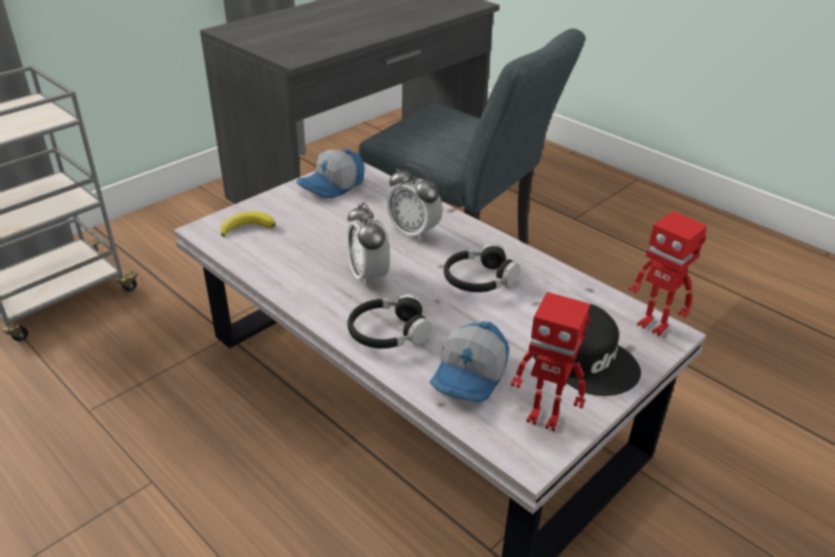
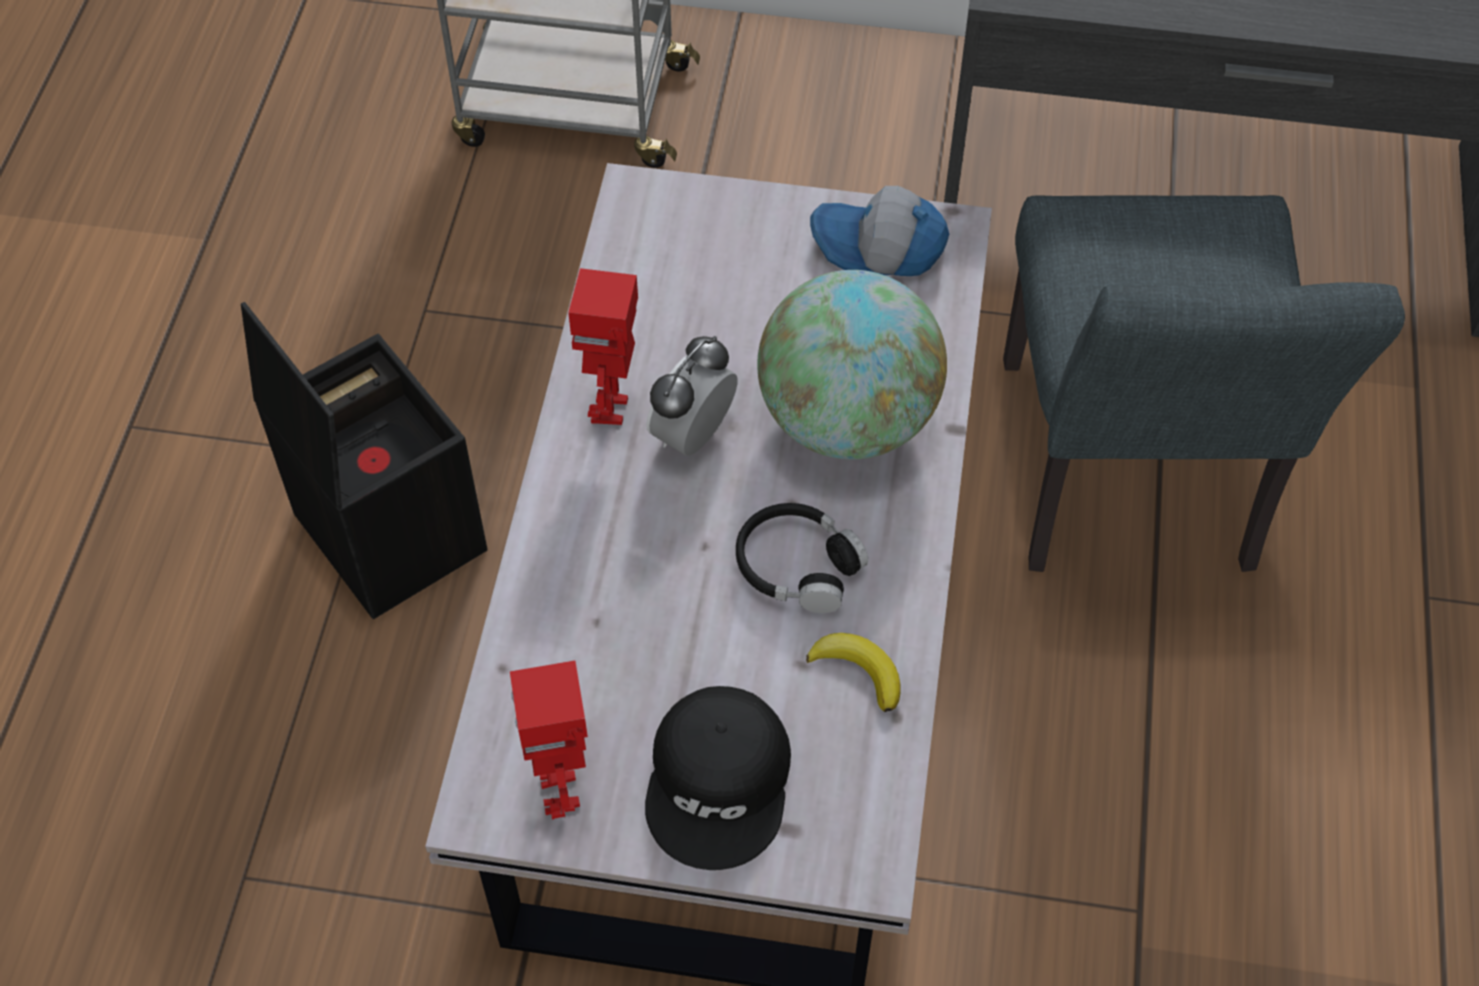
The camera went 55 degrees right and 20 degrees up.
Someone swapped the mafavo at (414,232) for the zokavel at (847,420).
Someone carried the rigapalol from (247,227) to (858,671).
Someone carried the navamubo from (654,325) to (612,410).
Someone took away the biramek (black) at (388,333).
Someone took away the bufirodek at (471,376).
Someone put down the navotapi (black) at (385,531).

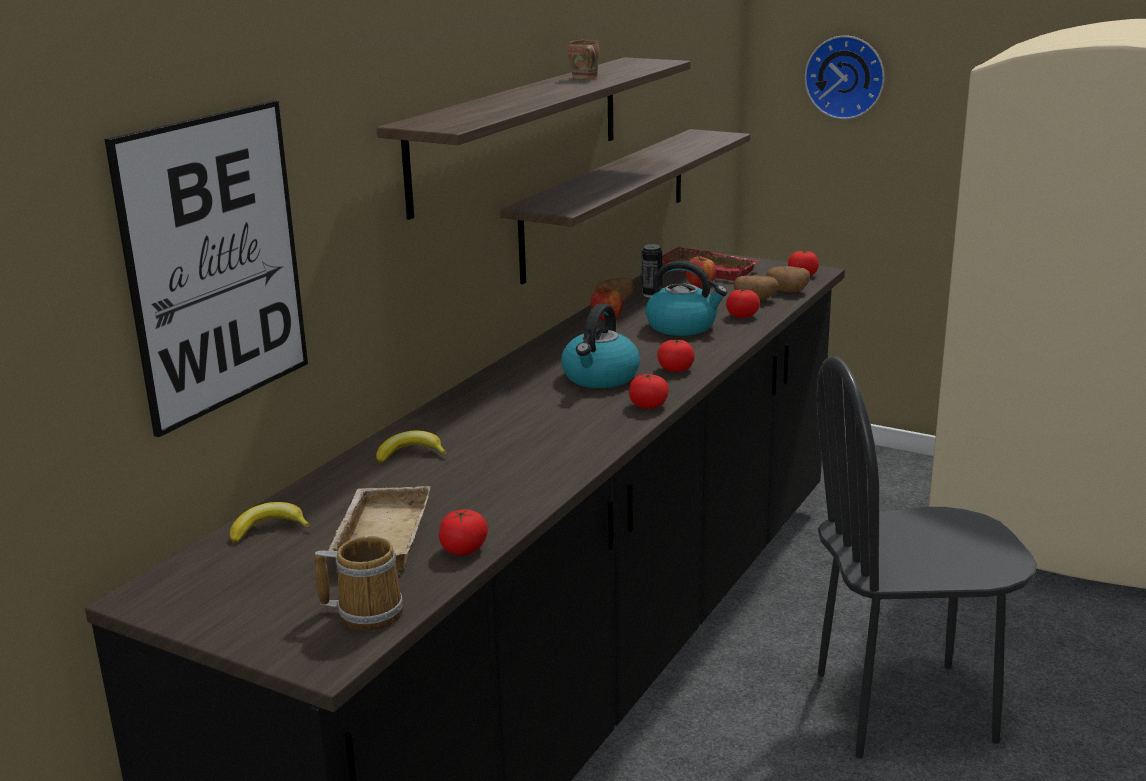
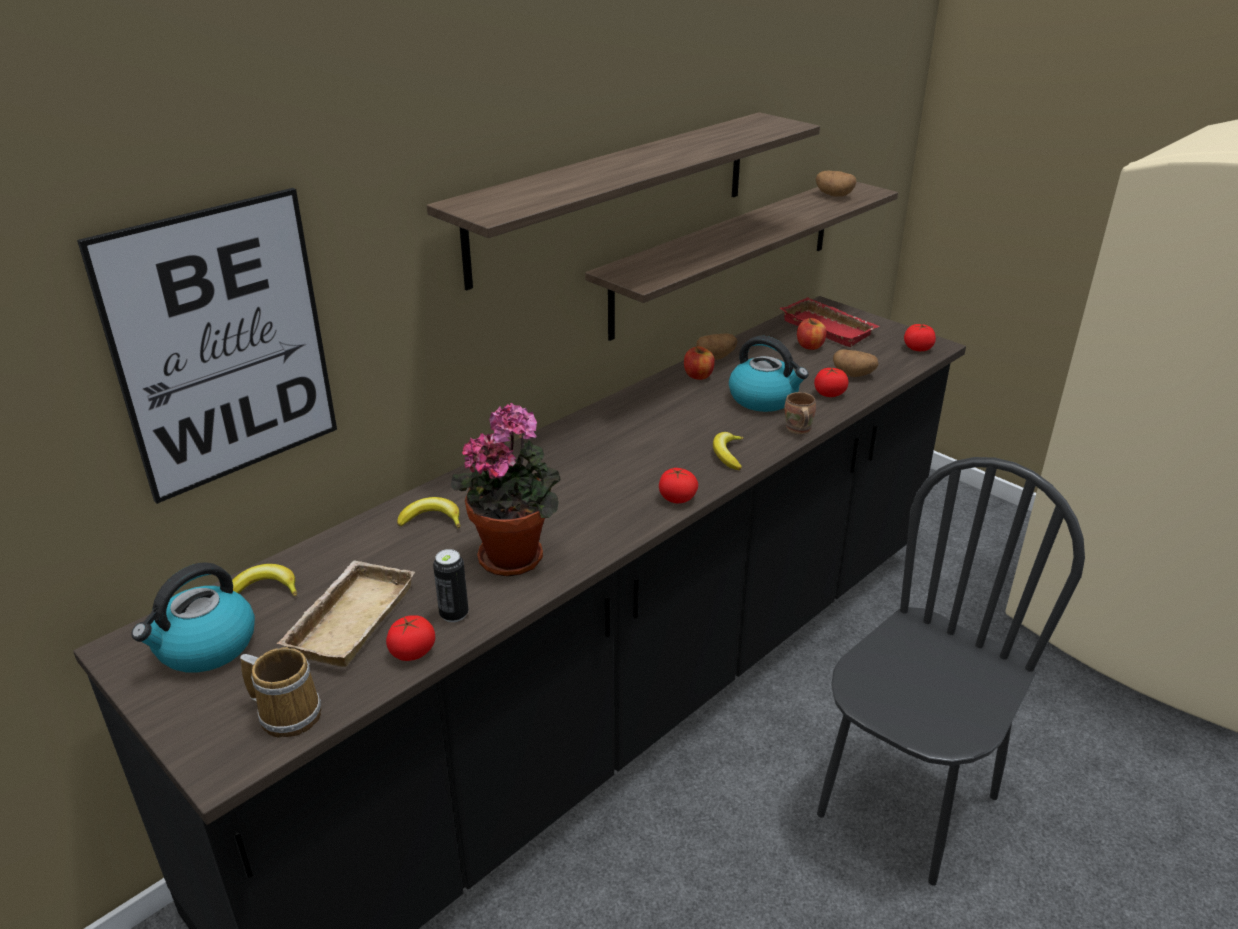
The camera went 15 degrees right and 10 degrees up.
Someone took away the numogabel at (846,76).
Someone carried the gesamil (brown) from (584,78) to (797,430).
Someone carried the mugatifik from (651,295) to (454,614).
Someone carried the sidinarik from (787,291) to (833,195).
Someone carried the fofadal from (600,377) to (205,647).
Someone swapped the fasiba at (675,369) for the rigapalol at (728,455).
Someone rotated the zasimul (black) at (904,708) by 120 degrees clockwise.
Someone put down the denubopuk at (515,555).

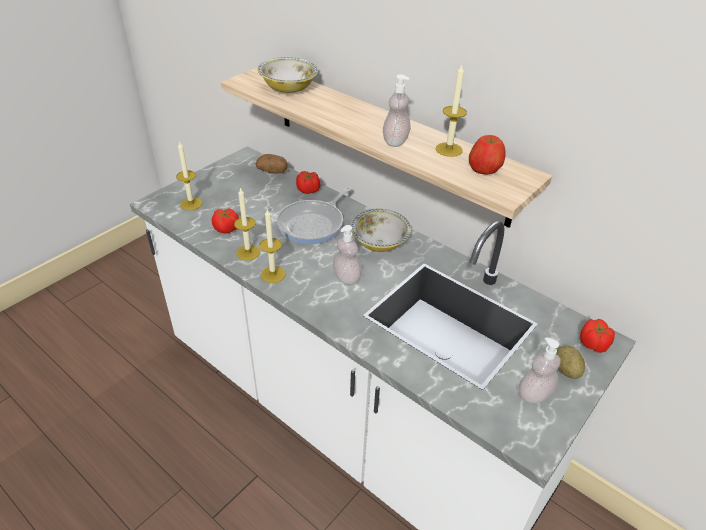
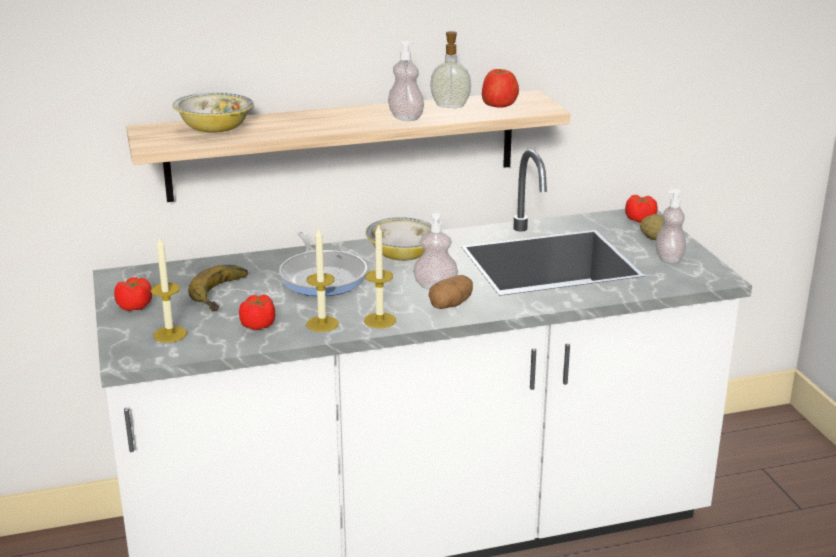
The camera went 55 degrees left and 15 degrees down.
Someone swapped the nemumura at (449,149) for the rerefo at (450,106).
Someone carried the sidinarik from (272,171) to (450,305).
Someone carried the fasiba from (308,190) to (135,306).
Someone put down the rigapalol at (226,293).

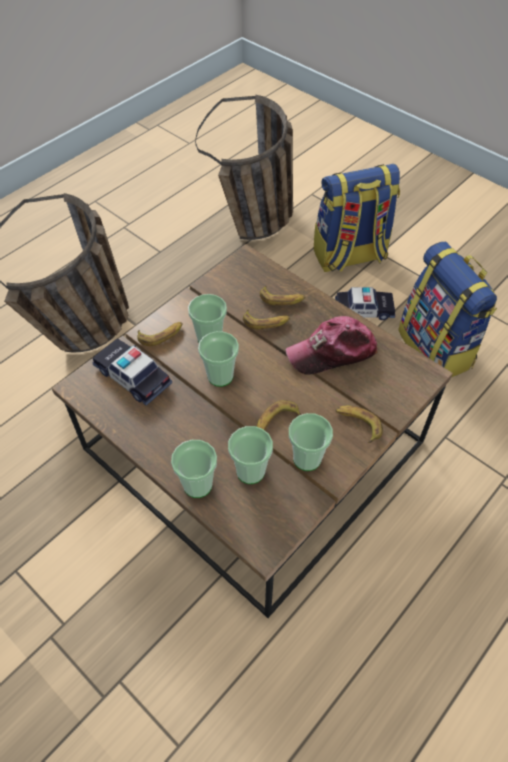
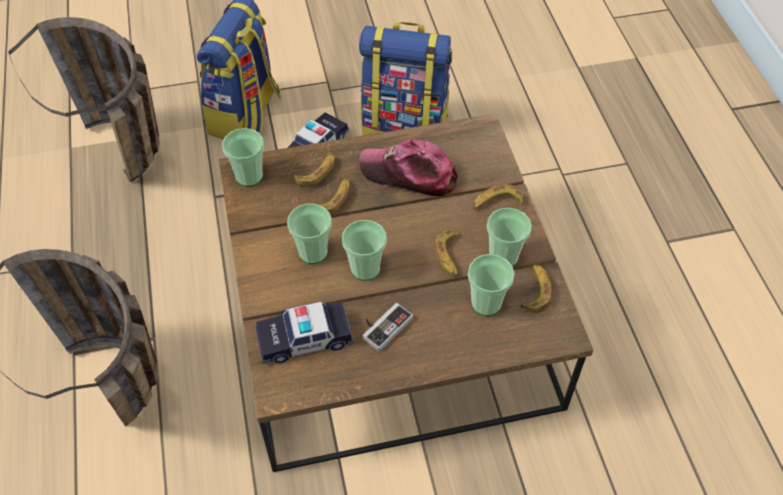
The camera went 55 degrees left and 0 degrees up.
Someone rotated the bufirodek at (332,352) by 90 degrees clockwise.
Someone carried the rigapalol from (161,335) to (535,291).
Someone carried the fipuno from (197,485) to (249,176).
Someone put down the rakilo at (383,326).

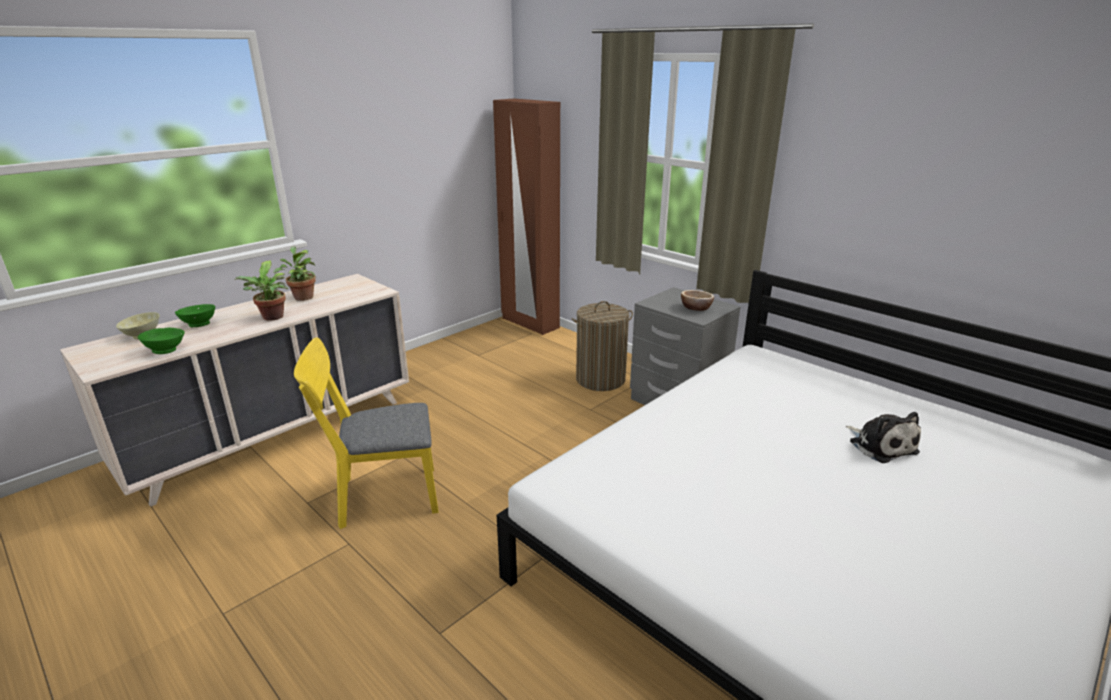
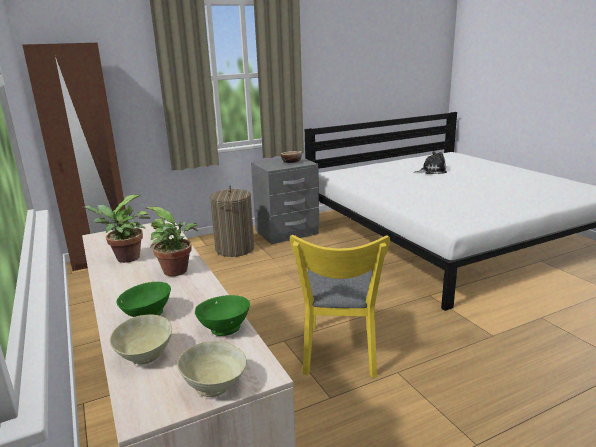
The camera went 70 degrees left and 5 degrees down.
Someone put down the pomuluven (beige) at (215,387).

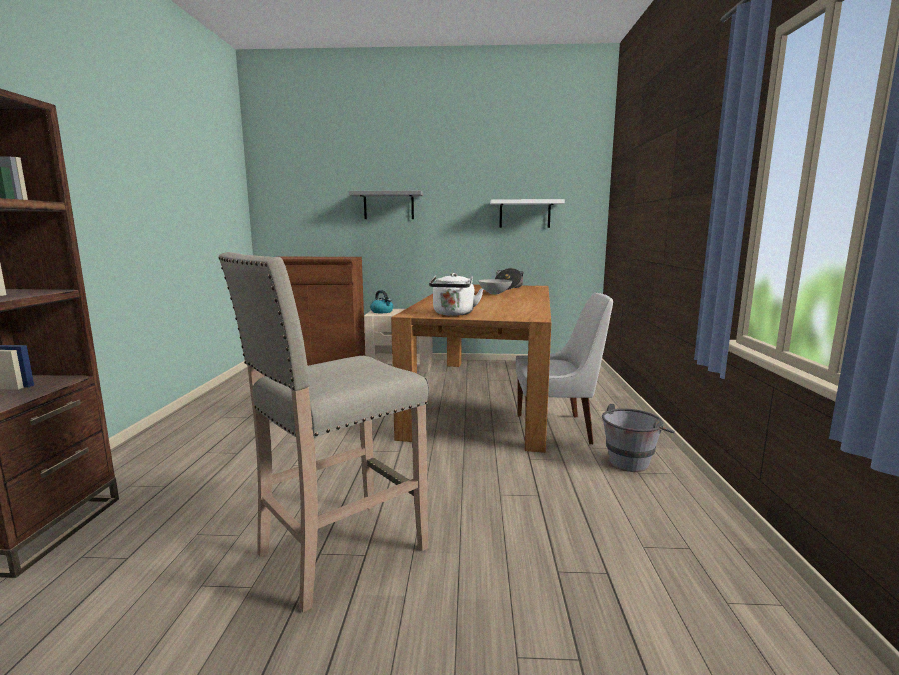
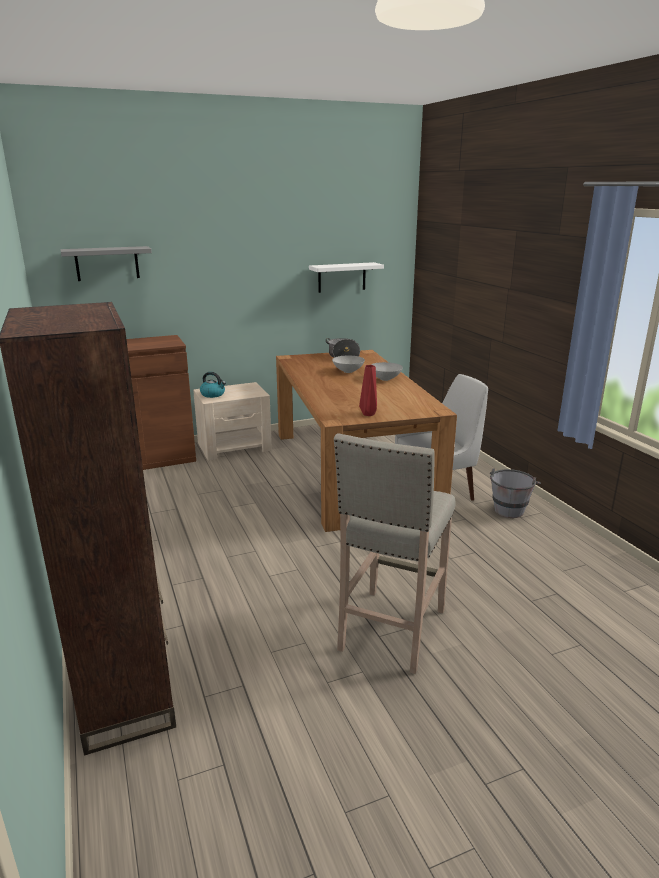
The camera went 25 degrees left and 10 degrees up.
Someone carried the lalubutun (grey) from (388,205) to (107,263).
Someone swapped the fofadal (white) at (453,314) for the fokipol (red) at (368,414).
Someone put down the pomuluven (grey) at (384,379).

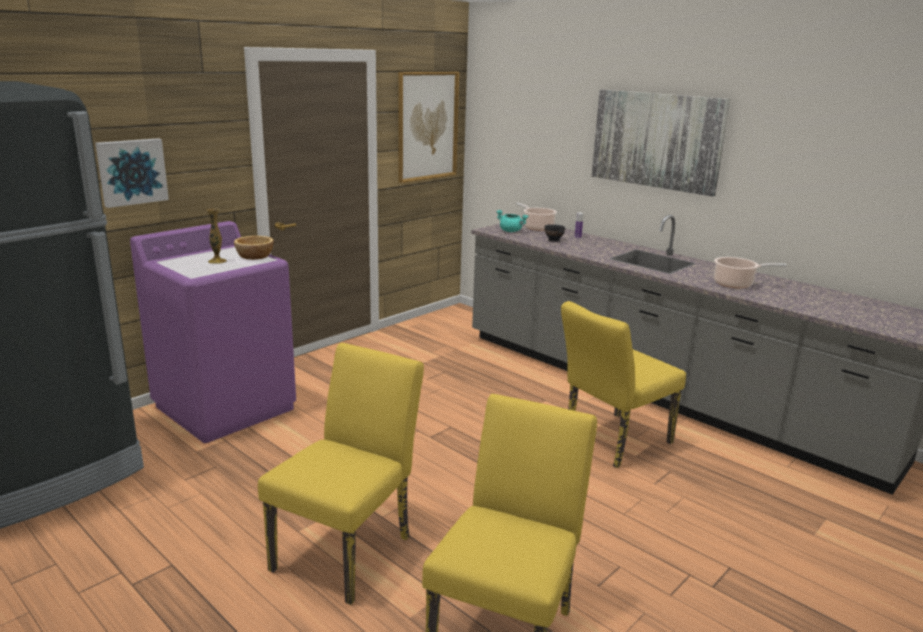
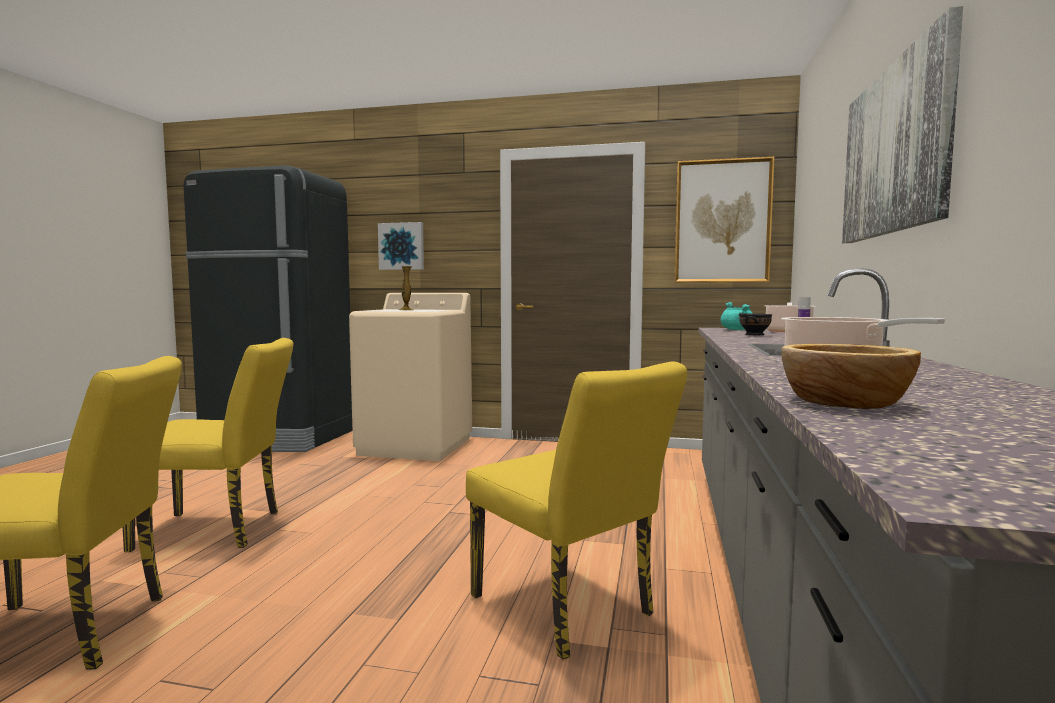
The camera went 60 degrees right and 15 degrees down.
Someone repainted the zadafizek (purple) at (226,407), which became the zadafizek (beige) at (416,446).
Someone carried the pomuluven from (255,256) to (846,402).
Someone rotated the zasimul (yellow) at (611,442) by 150 degrees counterclockwise.

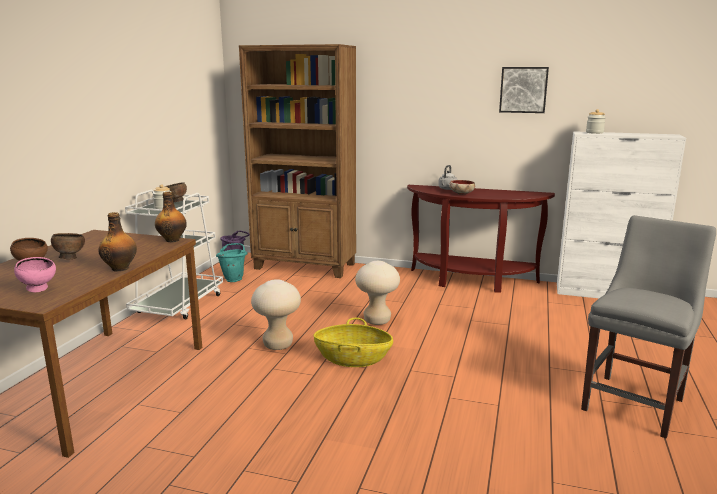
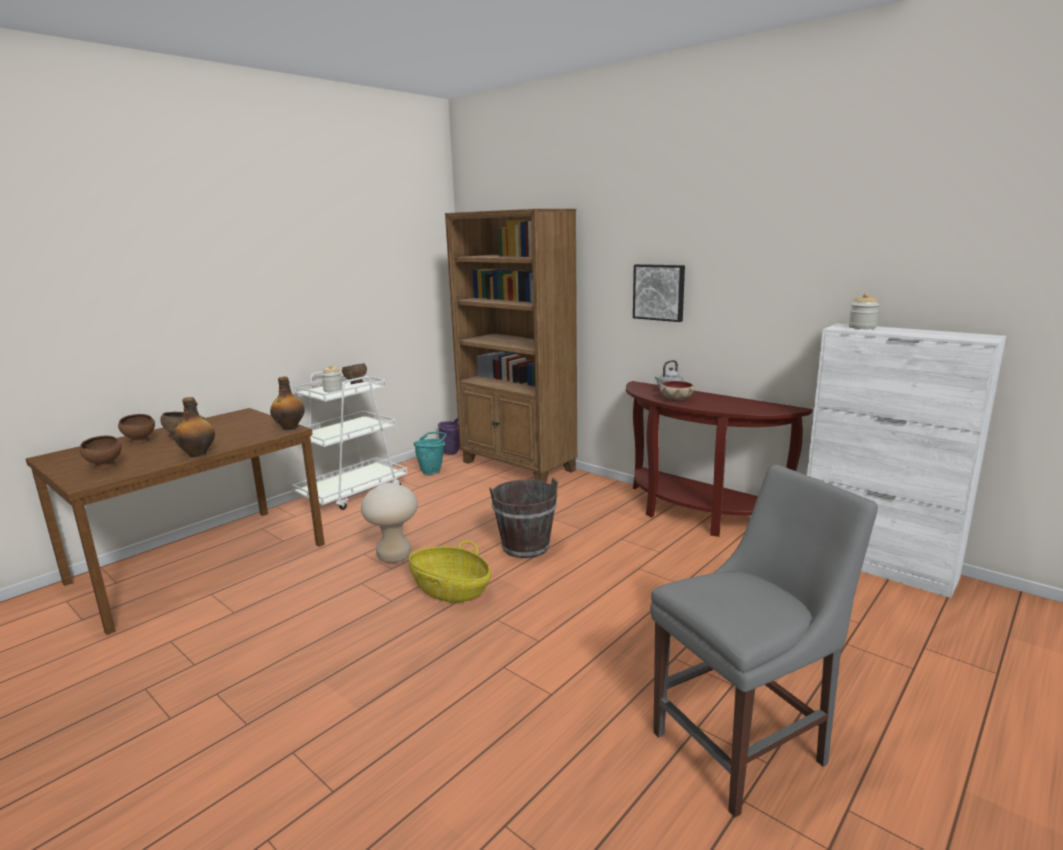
The camera went 25 degrees right and 0 degrees up.
Someone carried the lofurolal from (523,89) to (659,292).
Someone repainted the pomuluven (pink) at (39,290), which became the pomuluven (brown) at (106,468).
Someone swapped the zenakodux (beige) at (377,321) for the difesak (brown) at (526,547).

